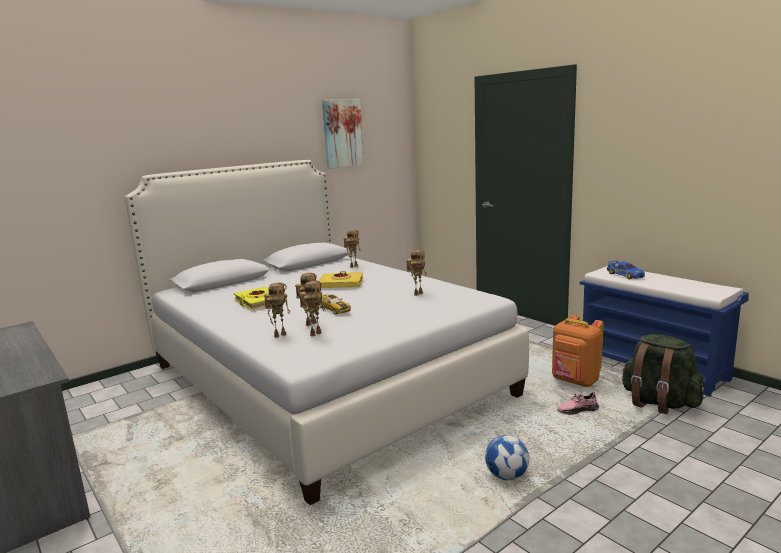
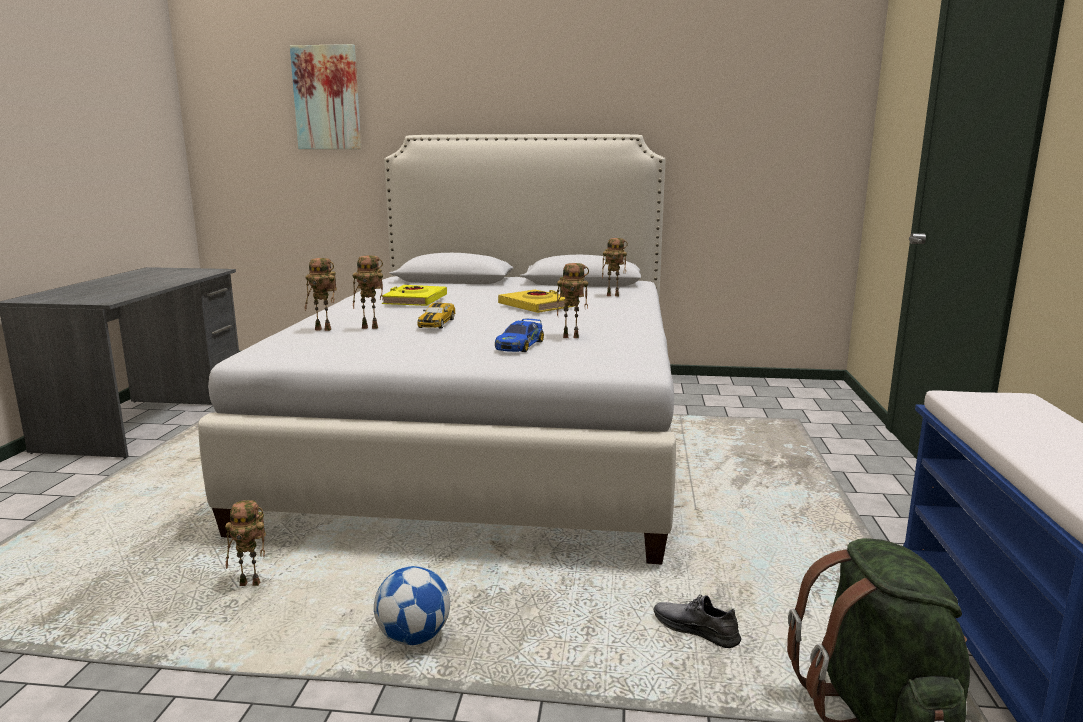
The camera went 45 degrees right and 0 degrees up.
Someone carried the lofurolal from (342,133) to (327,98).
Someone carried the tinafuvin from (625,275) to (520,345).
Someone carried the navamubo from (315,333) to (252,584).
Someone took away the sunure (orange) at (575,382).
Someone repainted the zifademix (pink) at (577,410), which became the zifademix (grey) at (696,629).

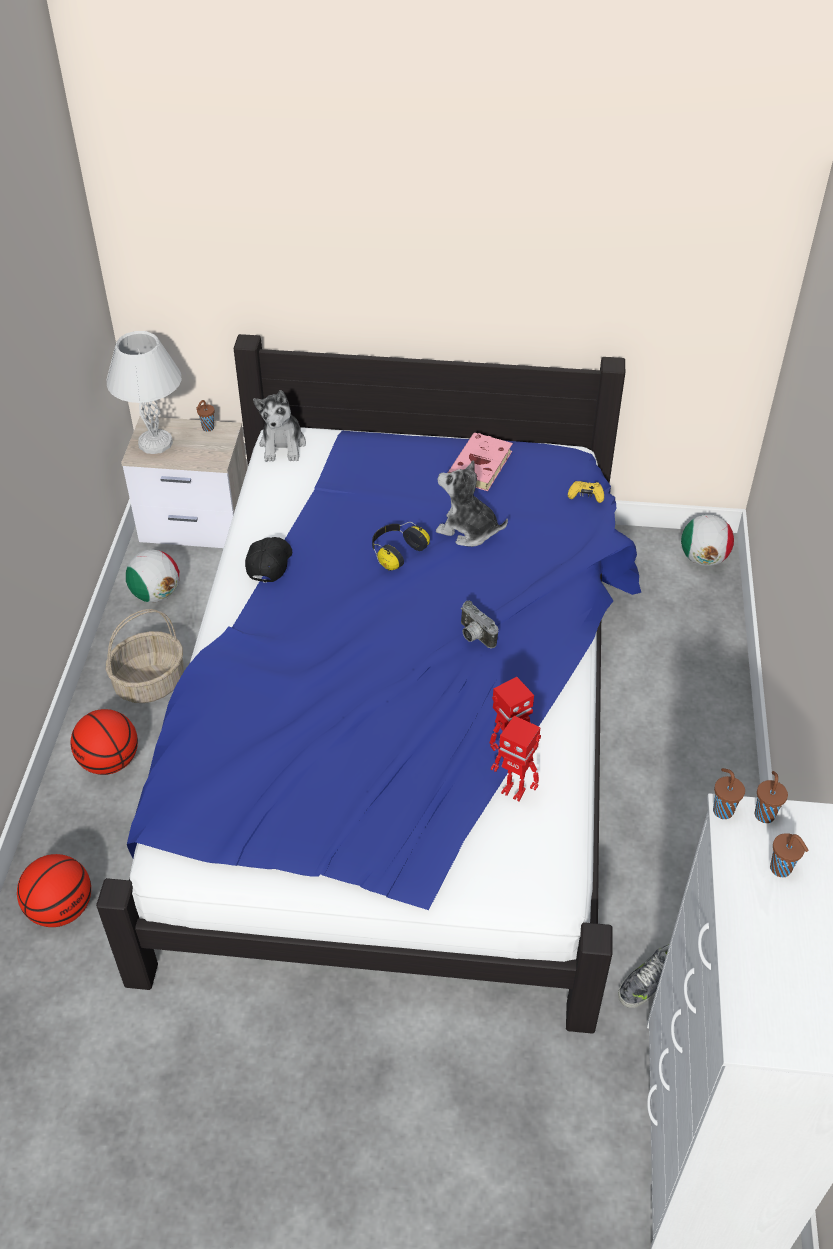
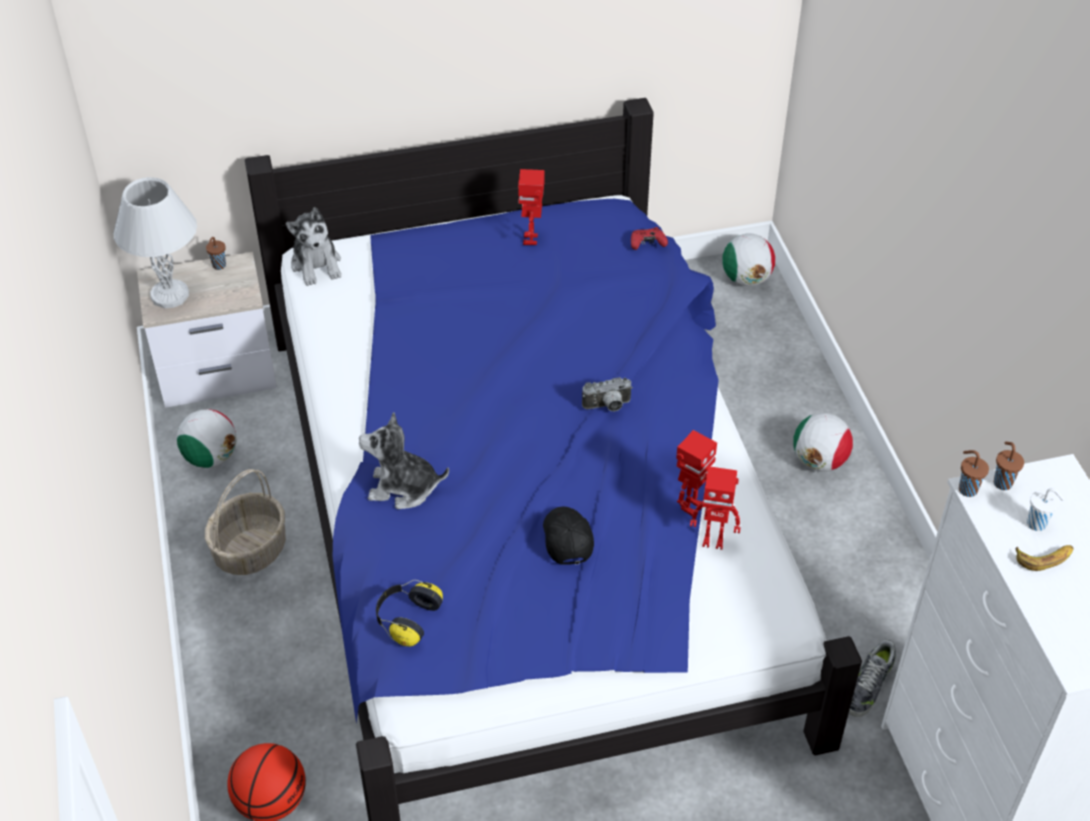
The camera went 20 degrees left and 0 degrees up.
Someone swapped the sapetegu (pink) at (479,467) for the navamubo at (531,239).
Someone carried the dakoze from (468,530) to (403,488).
Someone repainted the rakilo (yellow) at (585,496), which became the rakilo (red) at (647,243).
Someone carried the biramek from (396,552) to (406,619).
Someone carried the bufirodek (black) from (269,563) to (566,539).
Someone rotated the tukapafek at (474,636) by 45 degrees counterclockwise.
Someone took away the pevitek at (110,761).
Someone repainted the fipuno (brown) at (782,869), which became the fipuno (white) at (1037,524).
Someone put down the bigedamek at (819,461).
Someone put down the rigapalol at (1044,558).

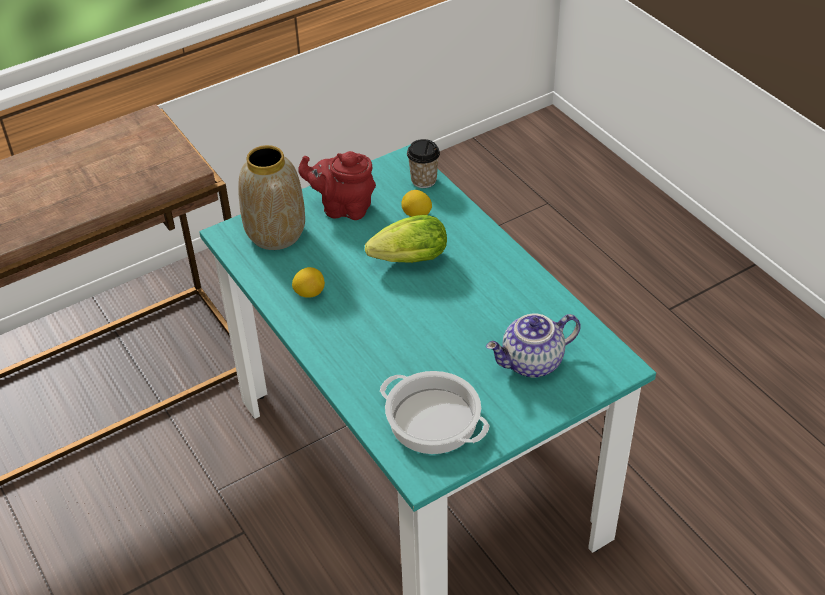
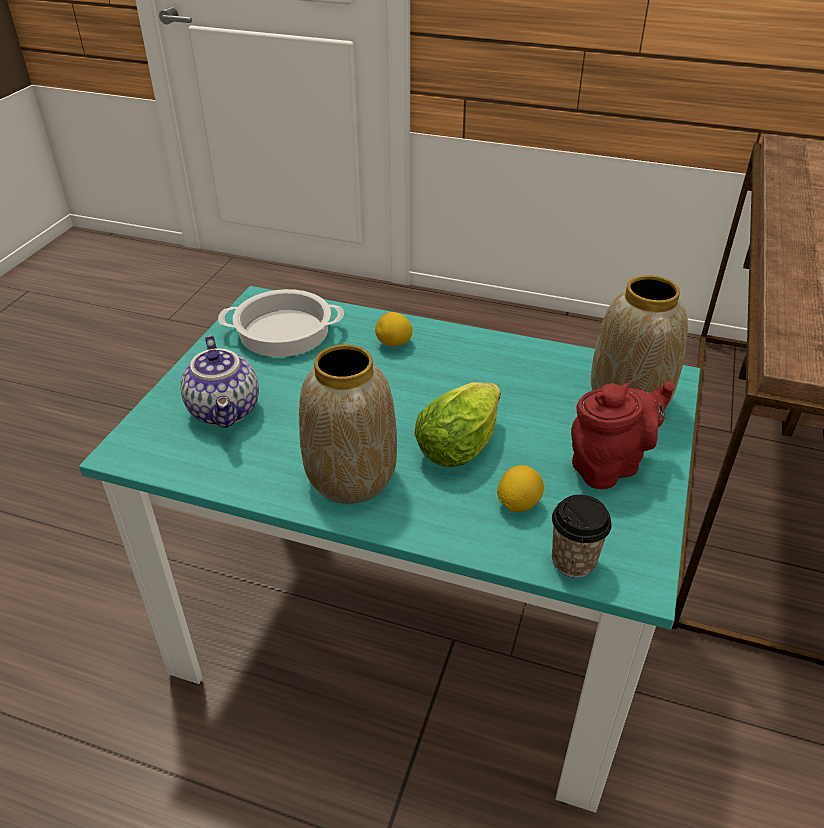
The camera went 140 degrees right and 5 degrees down.
Someone carried the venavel from (309,293) to (394,344).
Someone rotated the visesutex at (532,363) by 135 degrees clockwise.
Someone put down the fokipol at (352,479).

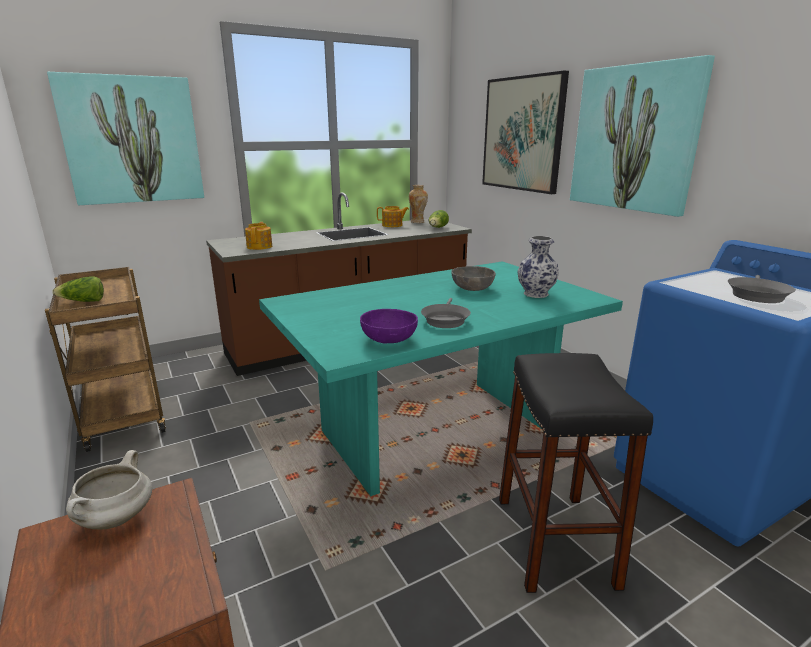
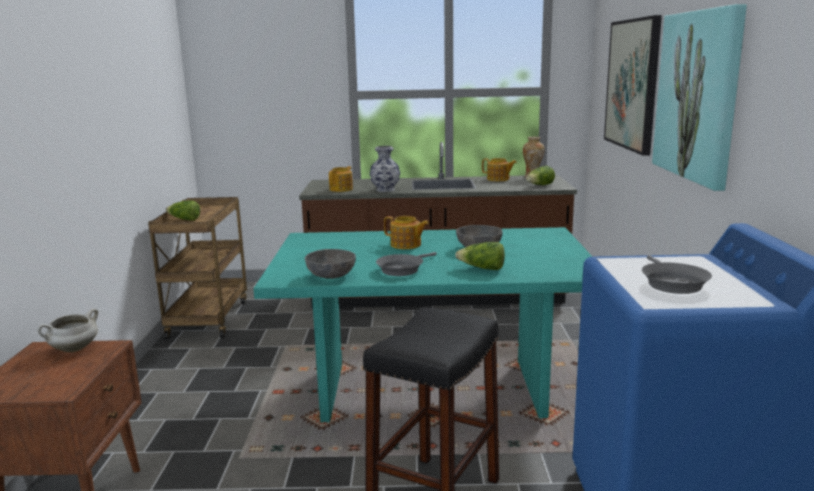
The camera went 30 degrees right and 5 degrees down.
Someone took away the lofurolal at (132,140).
Someone carried the fokipol from (535,294) to (385,190).
Someone rotated the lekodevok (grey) at (756,295) by 60 degrees counterclockwise.
Someone repainted the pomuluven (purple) at (389,339), which became the pomuluven (grey) at (331,276).
Someone put down the visesutex at (406,245).
Someone put down the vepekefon at (482,269).

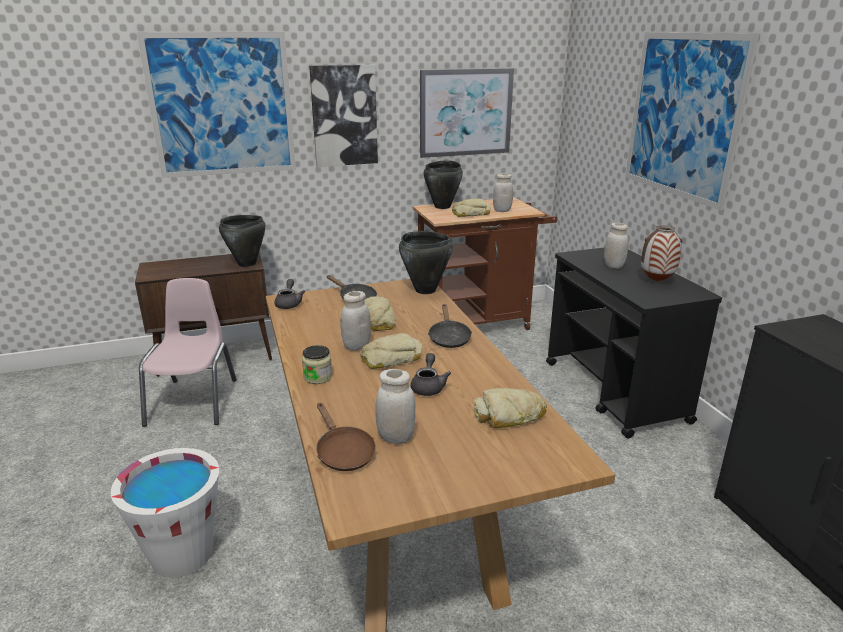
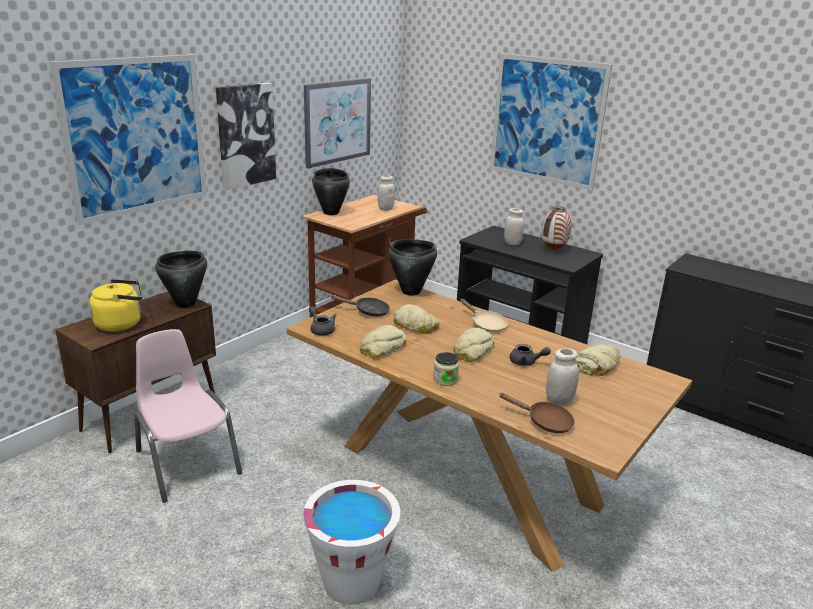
The camera went 35 degrees left and 0 degrees up.
Someone carried the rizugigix from (471,213) to (381,347).
Someone took away the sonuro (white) at (356,346).
Someone repainted the lekodevok (black) at (449,338), which became the lekodevok (beige) at (485,325).
Someone rotated the visesutex (grey) at (428,386) by 135 degrees clockwise.
Someone put down the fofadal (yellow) at (121,324).

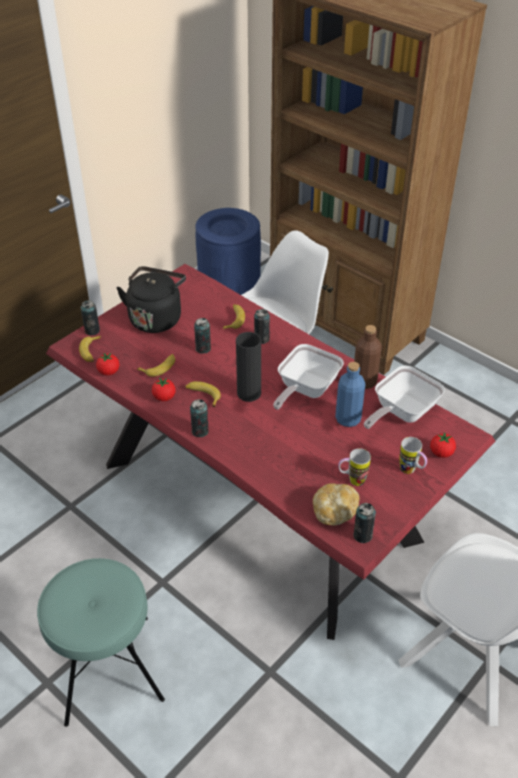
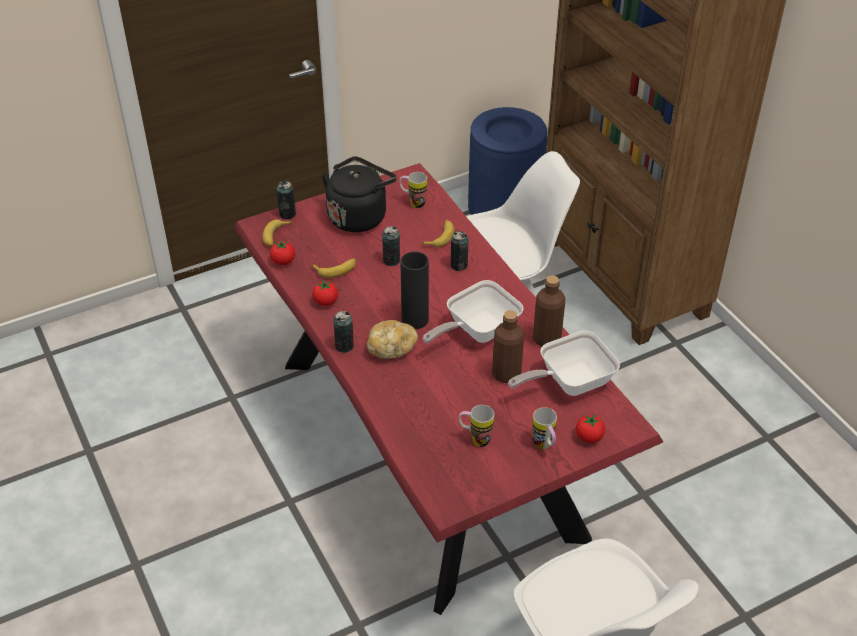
The camera went 20 degrees right and 0 degrees up.
Someone repainted the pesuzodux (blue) at (348,419), which became the pesuzodux (brown) at (506,374).
Someone took away the rigapalol at (203,395).
Someone carried the rizugigix from (335,511) to (391,348).
Someone took away the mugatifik at (362,535).
Someone took away the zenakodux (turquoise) at (107,669).
Someone put down the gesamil at (413,203).

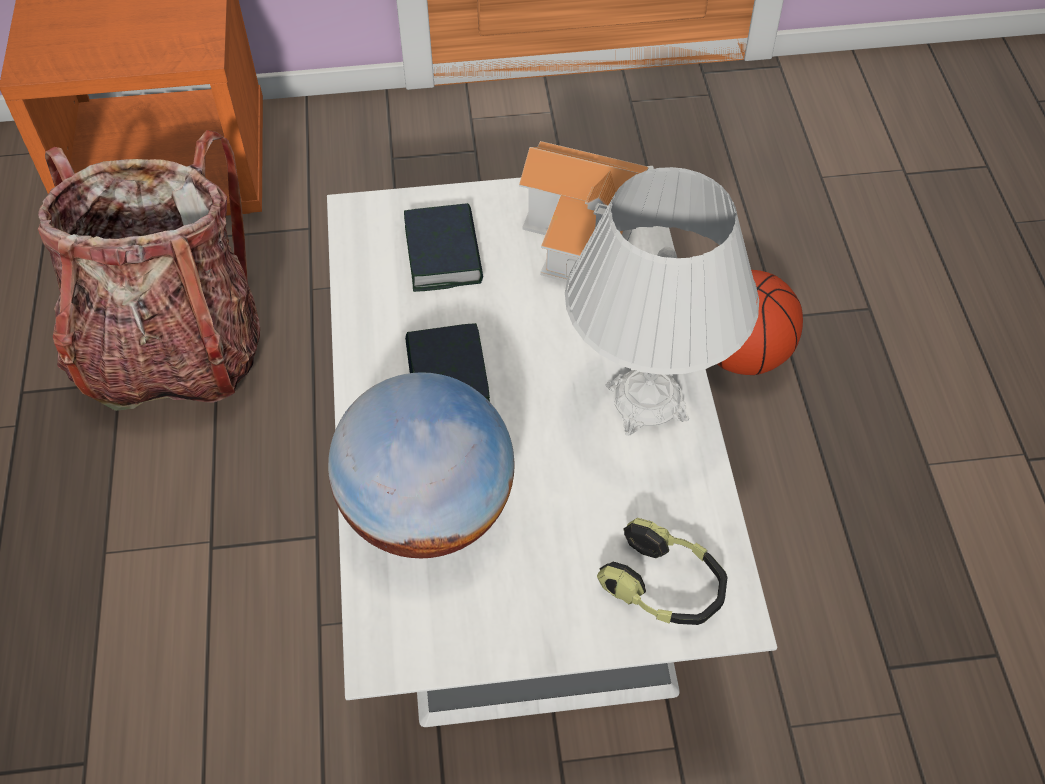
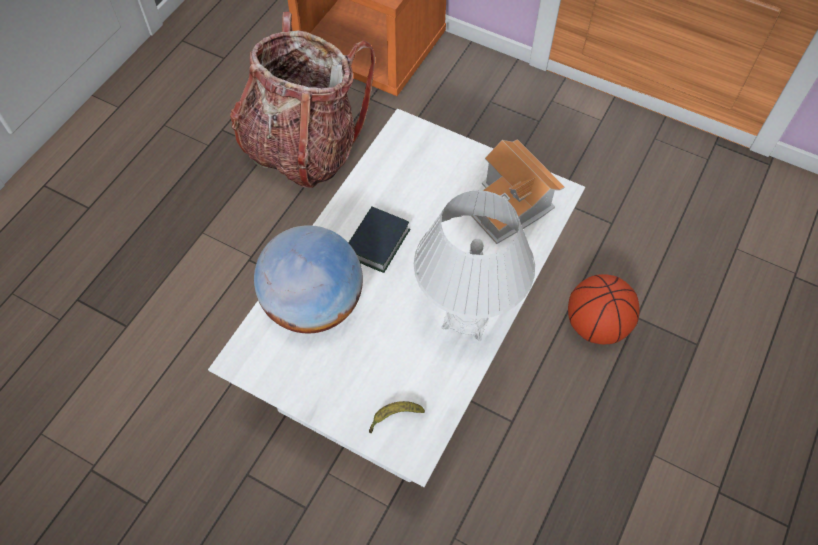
The camera went 35 degrees right and 5 degrees up.
Someone took away the sapetegu at (443,254).
Someone swapped the biramek at (664,586) for the rigapalol at (394,417).

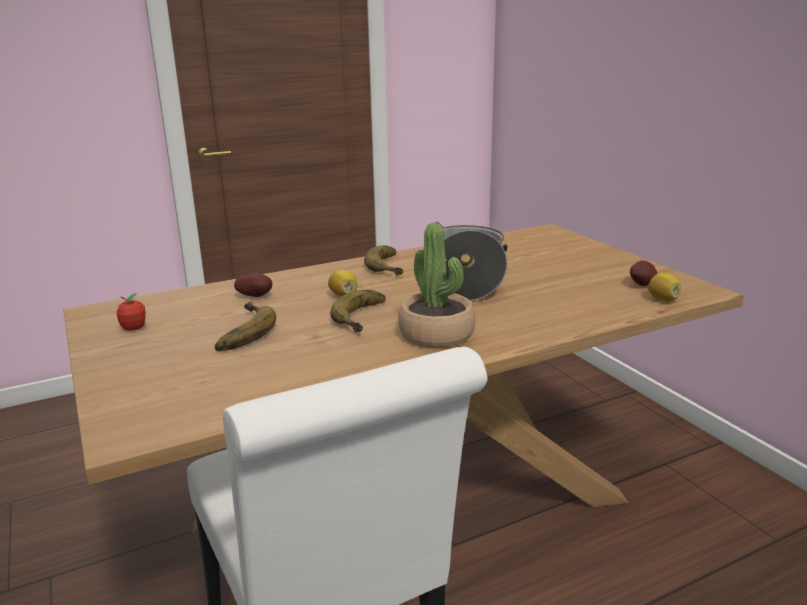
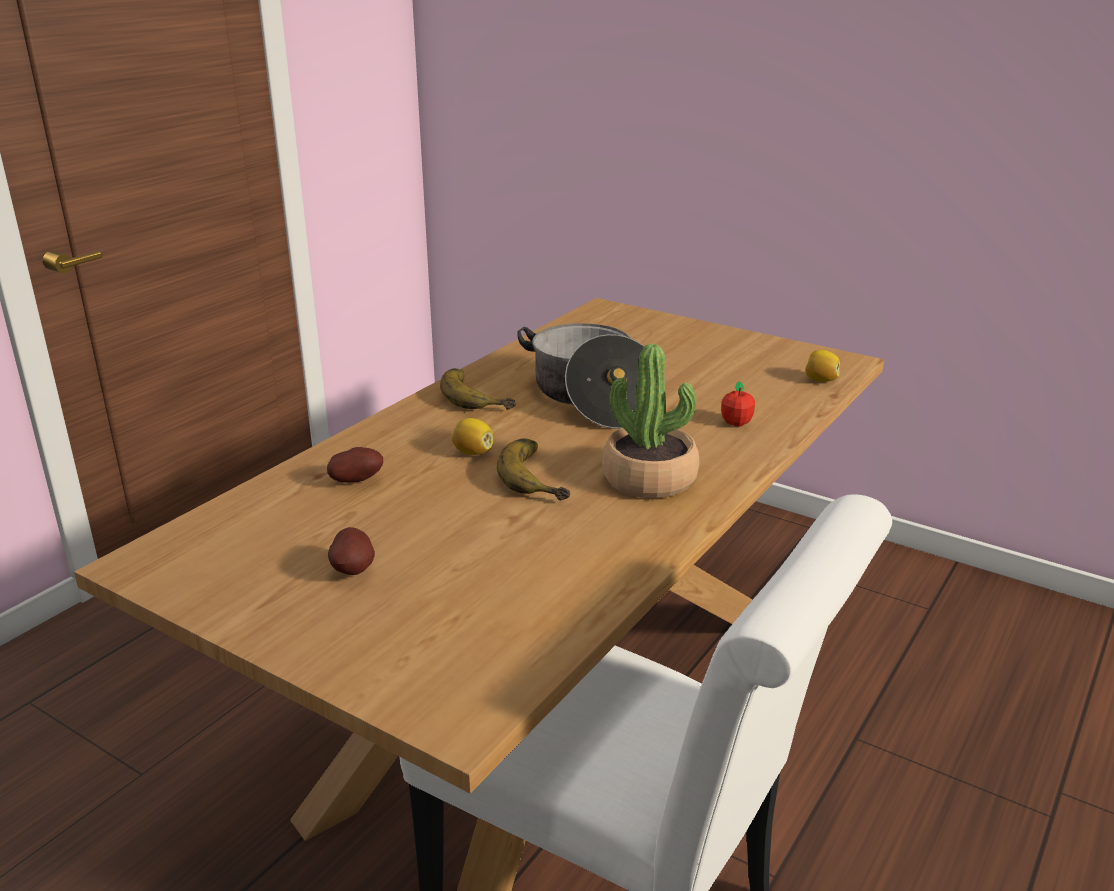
The camera went 30 degrees left and 5 degrees up.
Someone carried the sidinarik from (642,285) to (354,570).
Someone carried the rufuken from (134,328) to (736,423).
Someone took away the rigapalol at (239,332).

